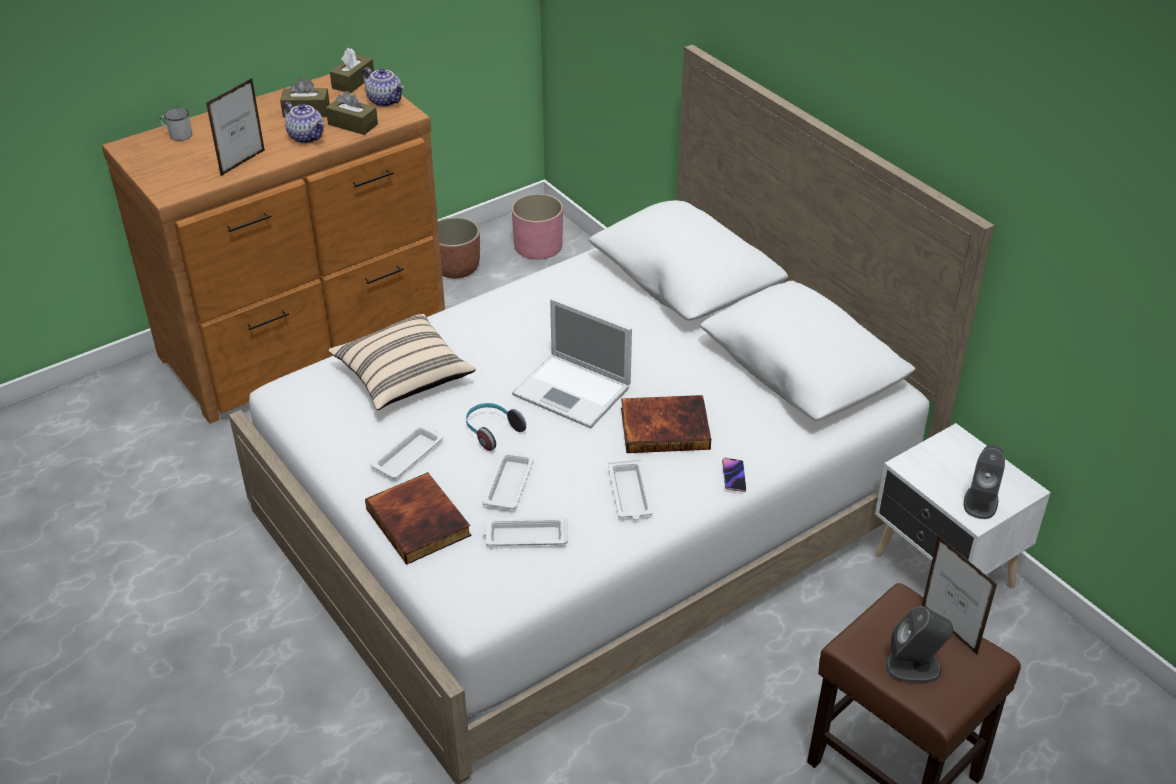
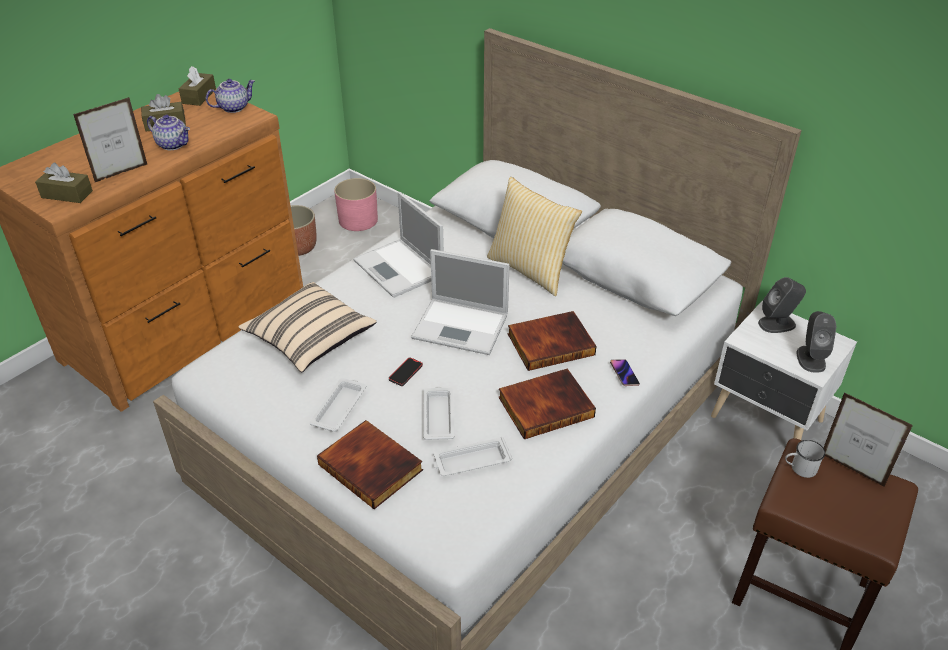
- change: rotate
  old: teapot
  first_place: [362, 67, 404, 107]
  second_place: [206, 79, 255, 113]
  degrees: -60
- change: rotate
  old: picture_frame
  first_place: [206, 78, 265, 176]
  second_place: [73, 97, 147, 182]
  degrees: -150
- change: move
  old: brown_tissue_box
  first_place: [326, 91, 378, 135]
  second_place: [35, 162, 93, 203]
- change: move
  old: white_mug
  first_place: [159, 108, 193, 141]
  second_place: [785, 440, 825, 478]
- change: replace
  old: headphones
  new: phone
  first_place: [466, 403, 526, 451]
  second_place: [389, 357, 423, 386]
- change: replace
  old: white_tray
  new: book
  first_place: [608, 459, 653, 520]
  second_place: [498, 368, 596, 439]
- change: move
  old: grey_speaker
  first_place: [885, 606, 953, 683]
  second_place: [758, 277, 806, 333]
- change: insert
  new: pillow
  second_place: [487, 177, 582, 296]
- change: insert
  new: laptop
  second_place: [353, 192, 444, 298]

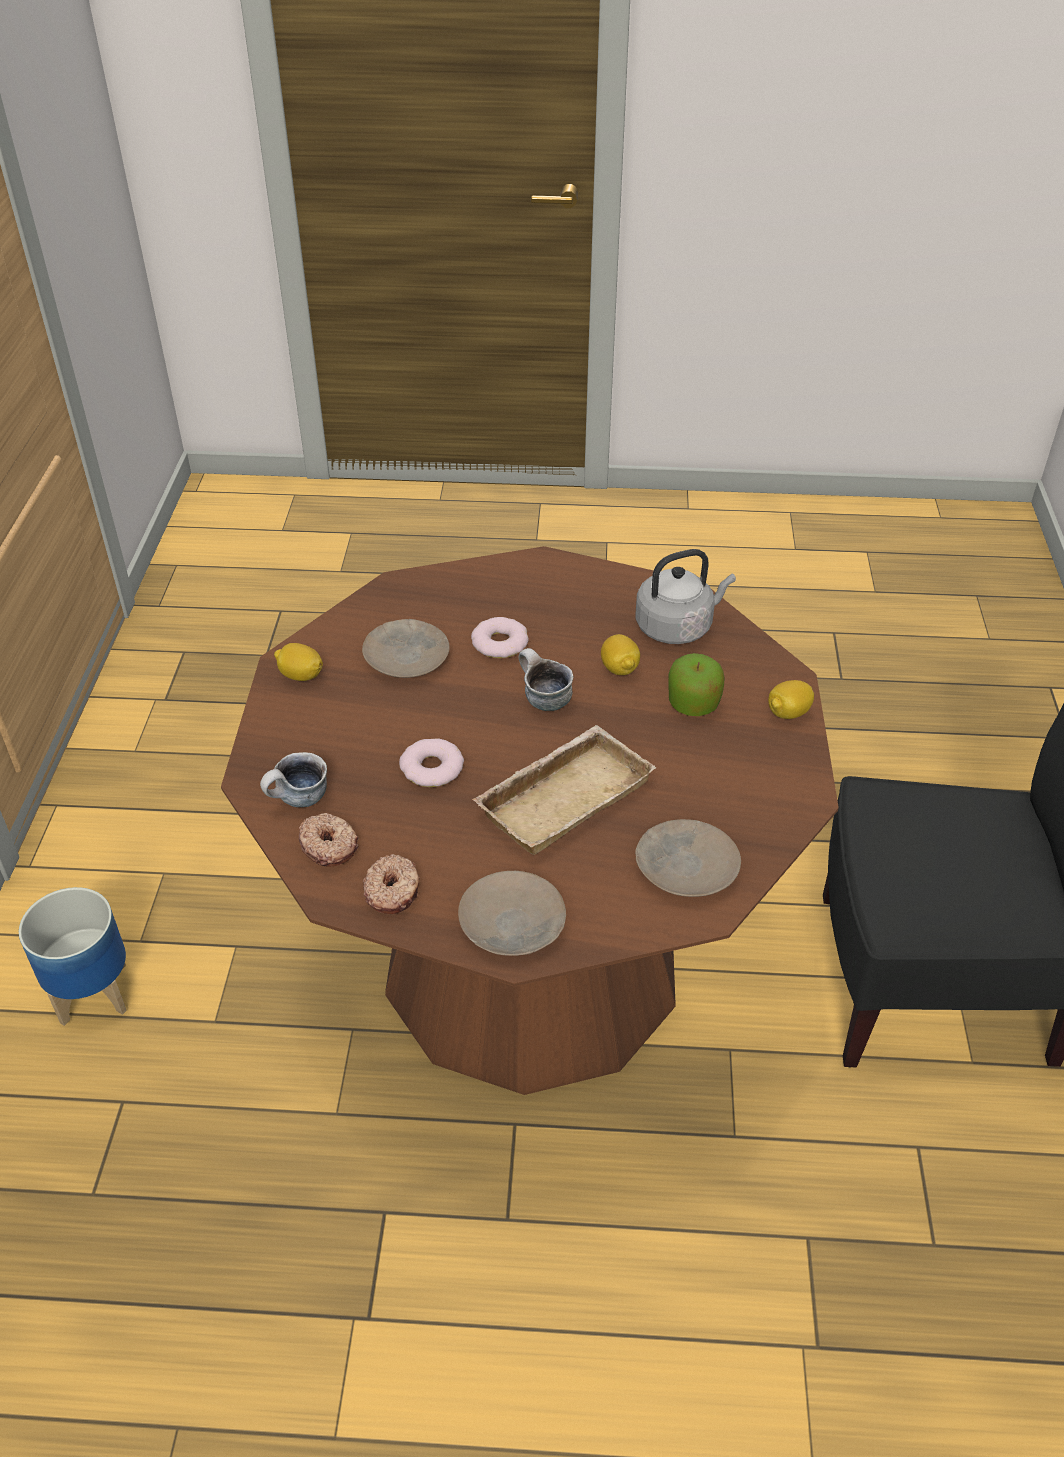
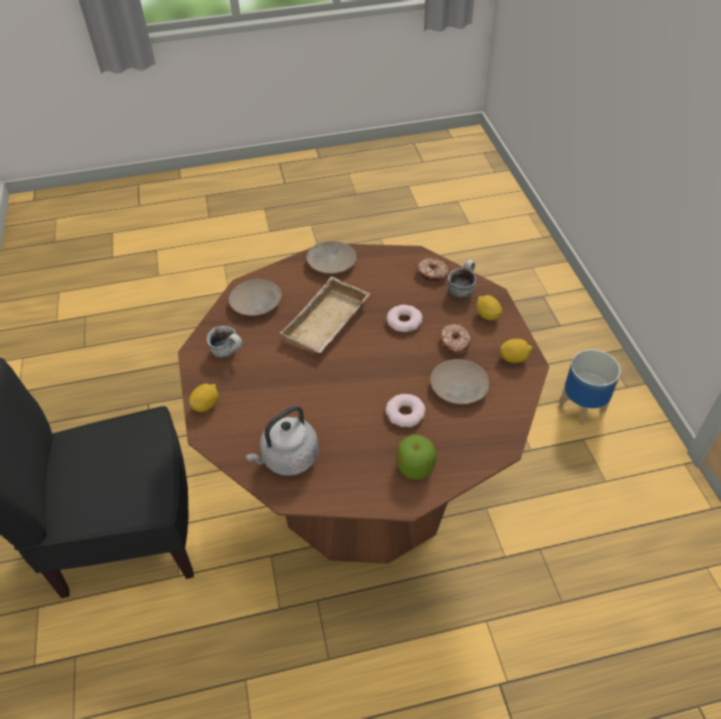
- change: move
  old: lemon
  first_place: [601, 634, 640, 675]
  second_place: [476, 295, 502, 320]
- change: move
  old: mug
  first_place: [519, 648, 573, 711]
  second_place: [207, 326, 243, 358]
- change: move
  old: apple
  first_place: [668, 653, 724, 716]
  second_place: [396, 434, 436, 479]
- change: move
  old: donut
  first_place: [363, 854, 420, 914]
  second_place: [441, 324, 471, 354]

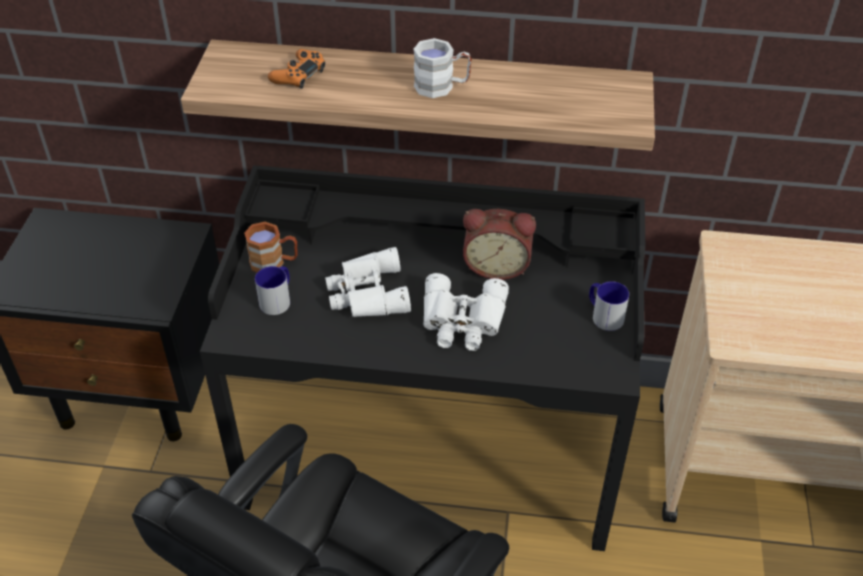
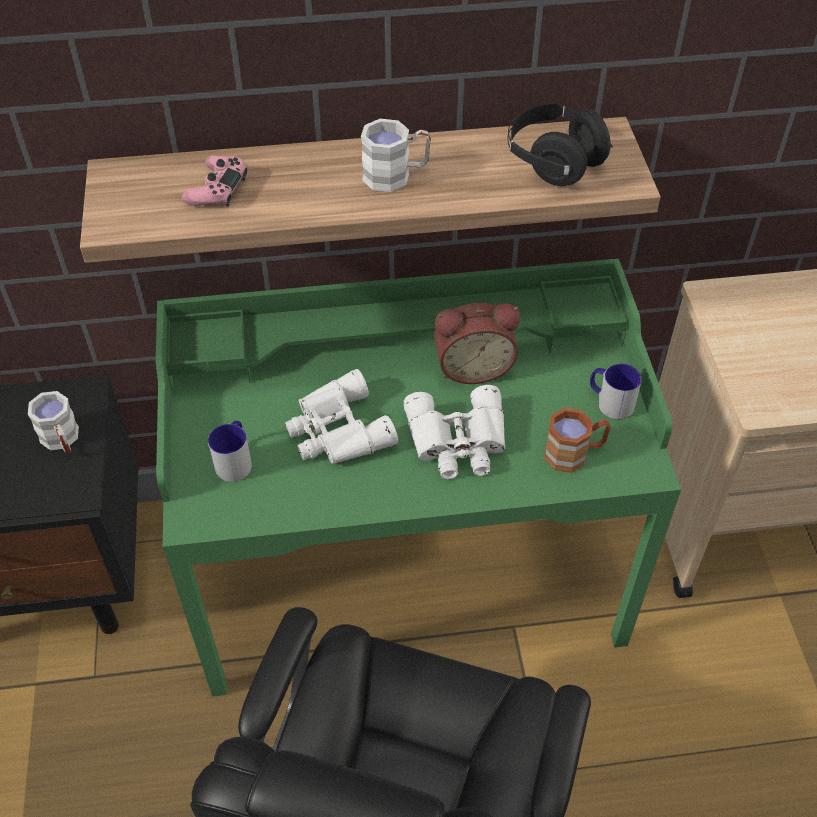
- change: recolor
  old: orange_game_controller
  new: pink_game_controller
  first_place: [268, 49, 325, 89]
  second_place: [182, 155, 247, 207]
- change: recolor
  old: black_desk
  new: green_desk
  first_place: [200, 166, 645, 551]
  second_place: [156, 259, 681, 697]
- change: move
  old: brown_mug
  first_place: [244, 222, 298, 272]
  second_place: [544, 408, 611, 473]
- change: insert
  new: black_headphones
  second_place: [507, 103, 613, 186]
- change: insert
  new: white_mug
  second_place: [28, 391, 79, 454]

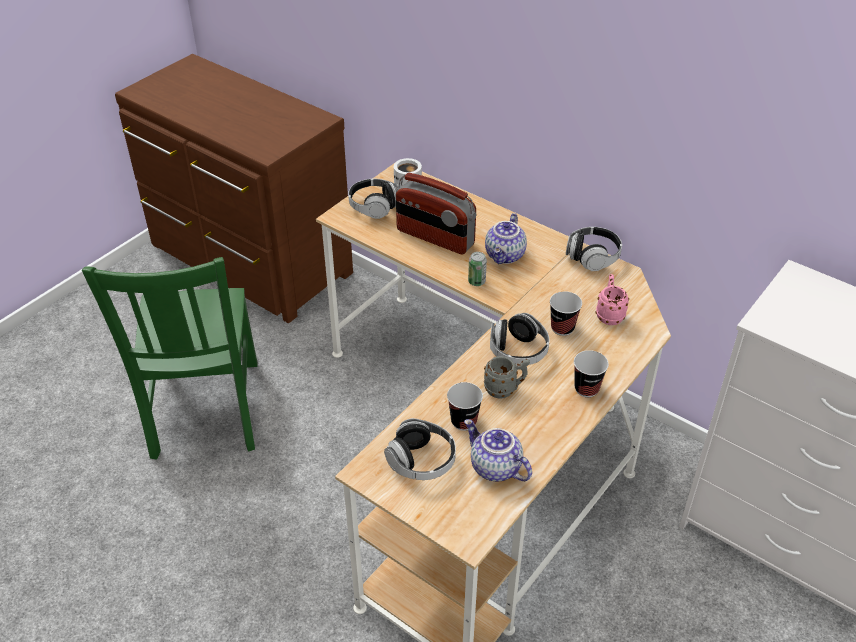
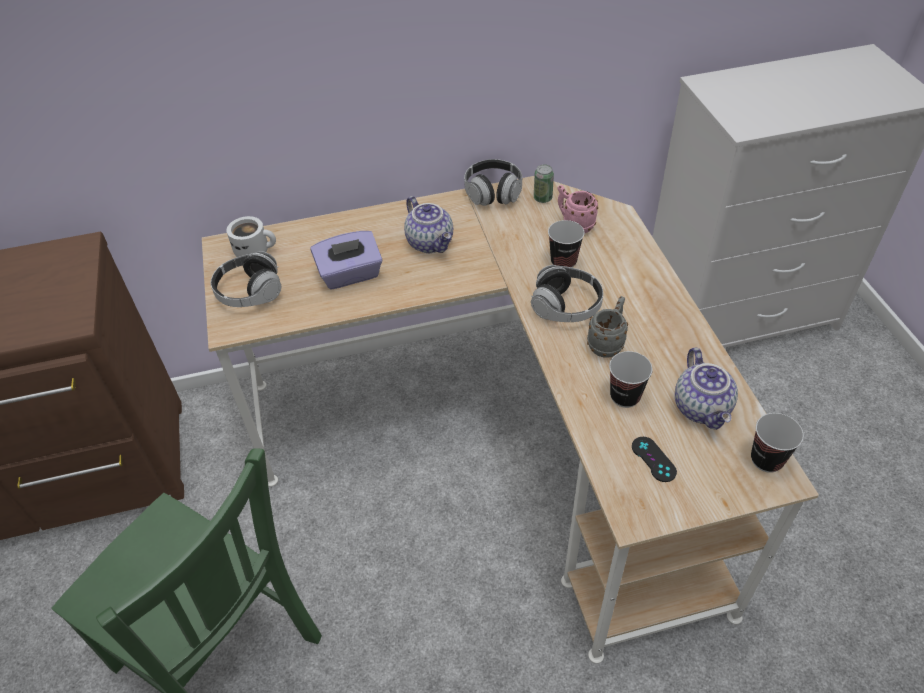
- change: replace
  old: radio
  new: purple_tissue_box
  first_place: [396, 173, 476, 254]
  second_place: [310, 231, 382, 290]
- change: move
  old: can
  first_place: [468, 252, 487, 286]
  second_place: [534, 164, 554, 203]
- change: move
  old: cup
  first_place: [574, 350, 609, 397]
  second_place: [751, 413, 804, 473]
- change: replace
  old: headphones
  new: black_game_controller
  first_place: [384, 418, 456, 480]
  second_place: [632, 437, 677, 482]
- change: rotate
  old: teapot
  first_place: [464, 419, 532, 482]
  second_place: [675, 348, 738, 430]
  degrees: -90

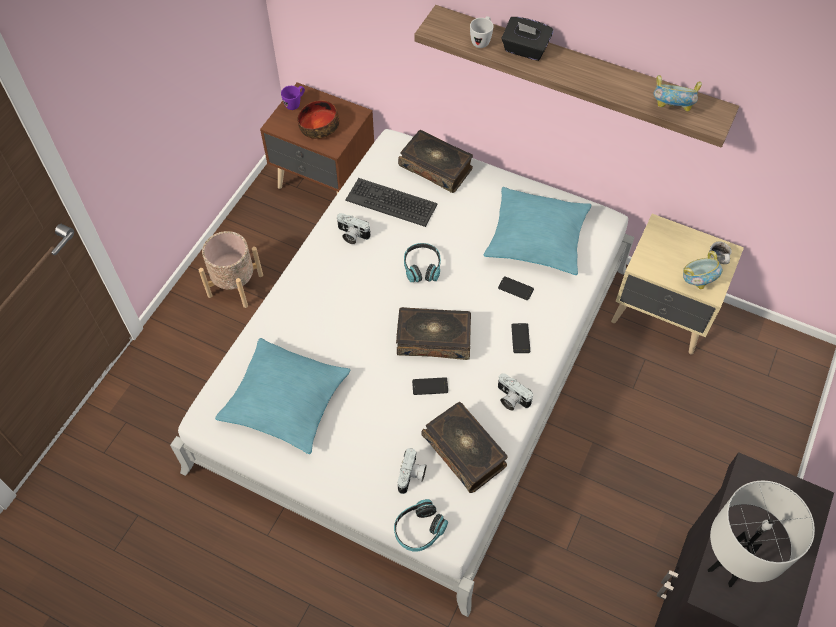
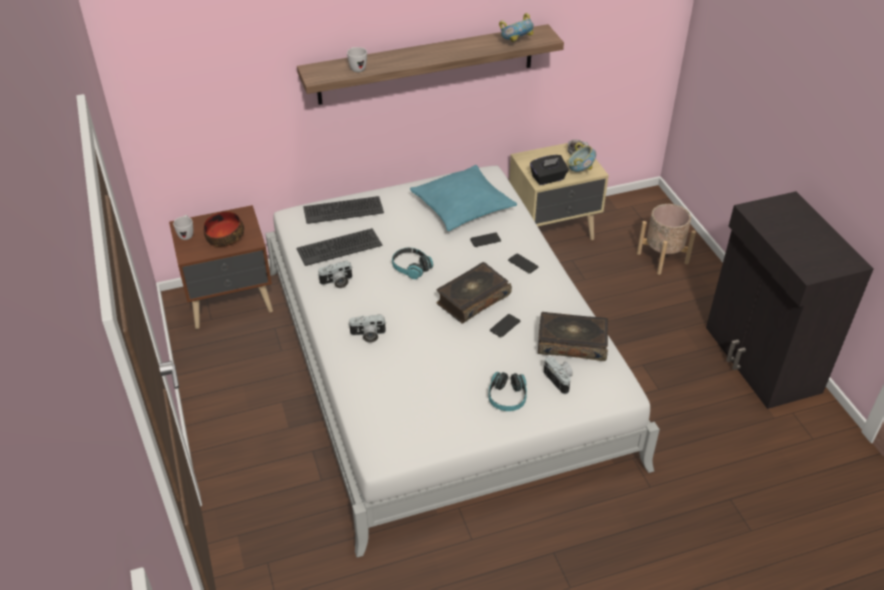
- change: move
  old: black_tissue_box
  first_place: [501, 17, 554, 61]
  second_place: [530, 155, 569, 185]
- change: recolor
  old: purple_mug
  new: white_mug
  first_place: [281, 86, 305, 110]
  second_place: [173, 215, 193, 240]
- change: replace
  old: book
  new: keyboard
  first_place: [398, 130, 473, 193]
  second_place: [303, 196, 384, 224]
- change: move
  old: beige_planter
  first_place: [199, 231, 263, 308]
  second_place: [637, 204, 696, 275]
- change: delete
  old: turquoise_pillow
  first_place: [215, 338, 350, 454]
- change: move
  old: photo_camera
  first_place: [498, 373, 533, 411]
  second_place: [349, 315, 387, 343]
- change: delete
  old: white_table_lamp
  first_place: [708, 481, 815, 587]
- change: move
  old: headphones
  first_place: [394, 499, 448, 551]
  second_place: [489, 372, 527, 411]

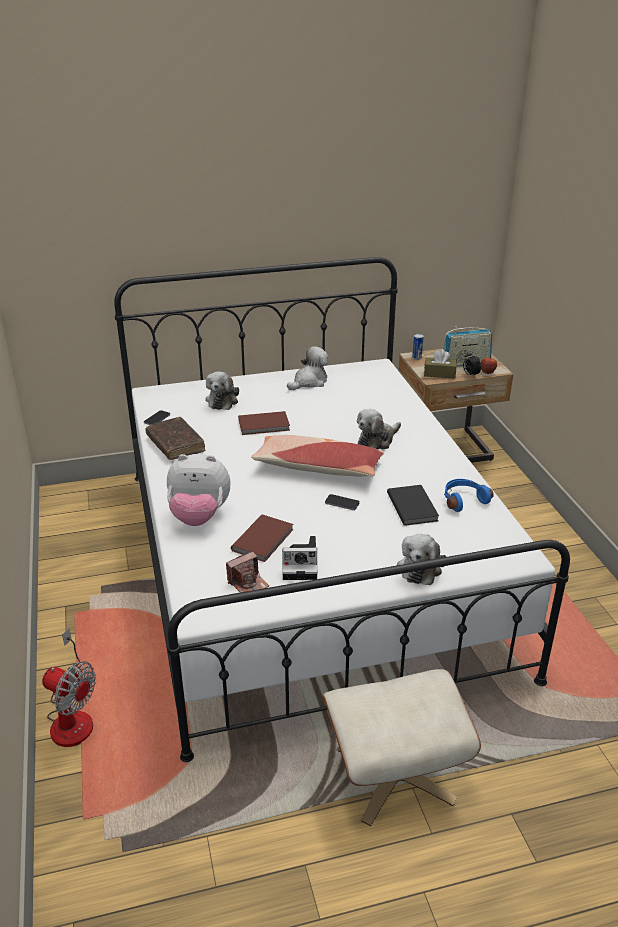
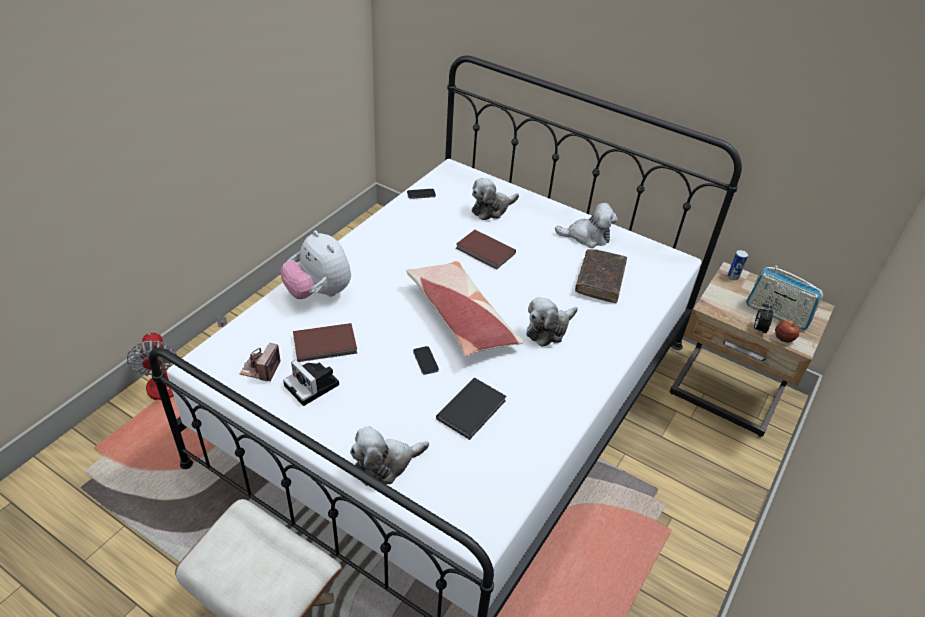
- change: delete
  old: brown_tissue_box
  first_place: [424, 349, 457, 379]
- change: rotate
  old: plush_toy
  first_place: [357, 409, 401, 450]
  second_place: [526, 297, 578, 347]
  degrees: -45
- change: move
  old: brown_book
  first_place: [145, 417, 205, 460]
  second_place: [575, 249, 627, 303]
- change: delete
  old: blue_headphones
  first_place: [444, 479, 494, 512]
- change: rotate
  old: photo_camera
  first_place: [226, 551, 269, 593]
  second_place: [240, 343, 281, 381]
  degrees: 90

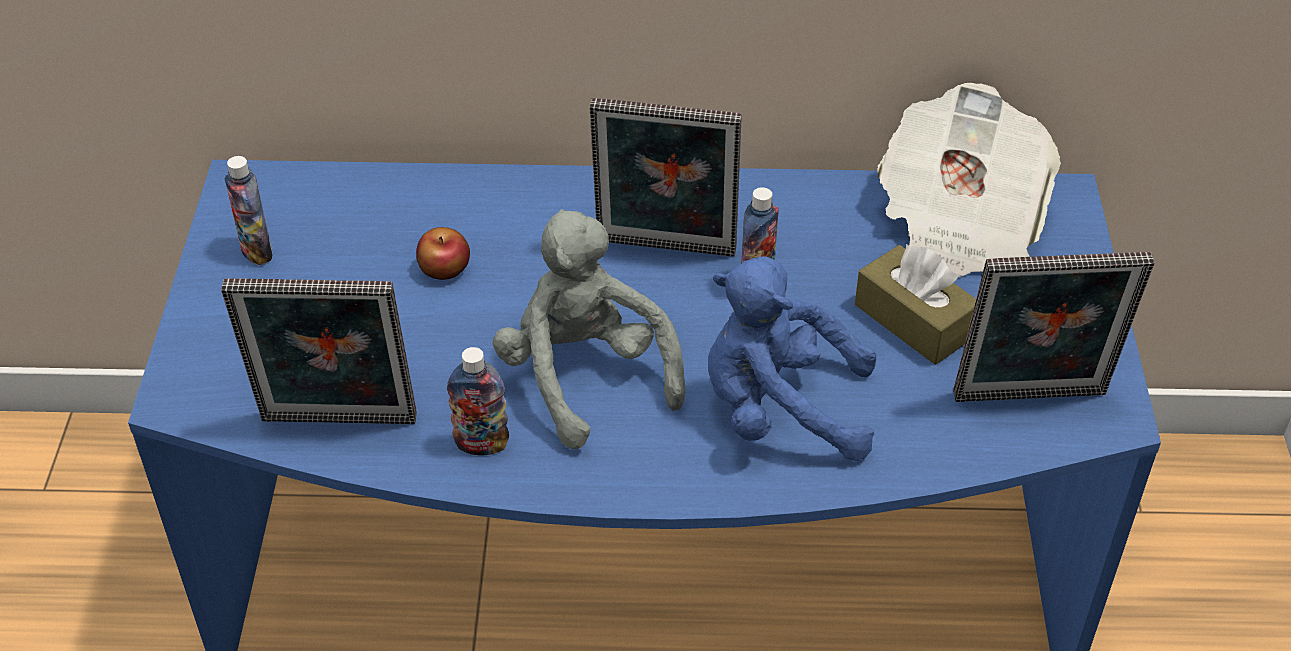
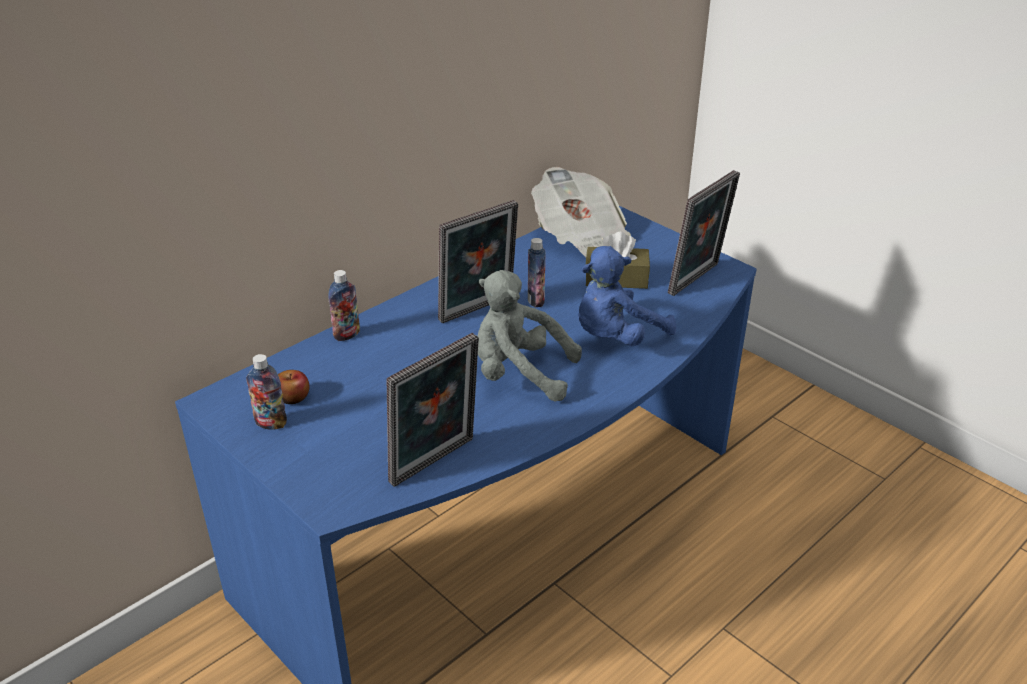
- change: move
  old: apple
  first_place: [416, 227, 470, 280]
  second_place: [278, 370, 310, 404]
- change: move
  old: bottle
  first_place: [447, 347, 509, 455]
  second_place: [328, 270, 360, 341]

